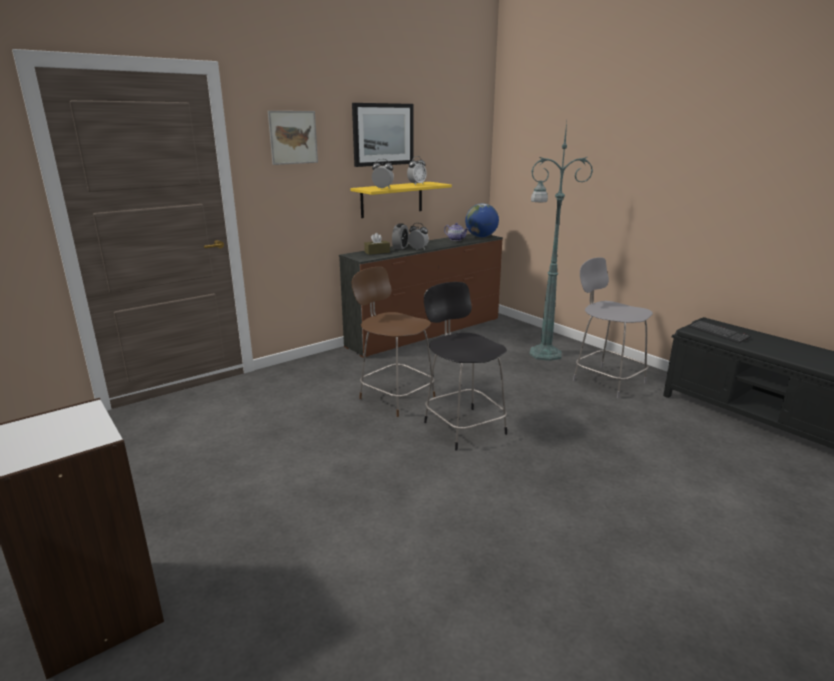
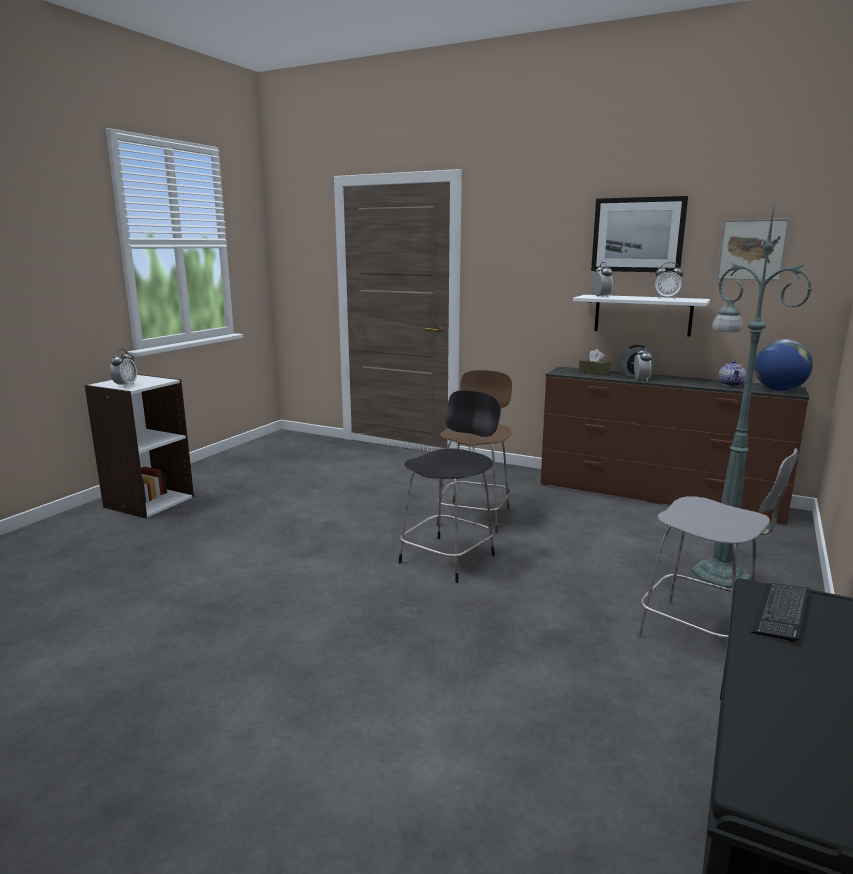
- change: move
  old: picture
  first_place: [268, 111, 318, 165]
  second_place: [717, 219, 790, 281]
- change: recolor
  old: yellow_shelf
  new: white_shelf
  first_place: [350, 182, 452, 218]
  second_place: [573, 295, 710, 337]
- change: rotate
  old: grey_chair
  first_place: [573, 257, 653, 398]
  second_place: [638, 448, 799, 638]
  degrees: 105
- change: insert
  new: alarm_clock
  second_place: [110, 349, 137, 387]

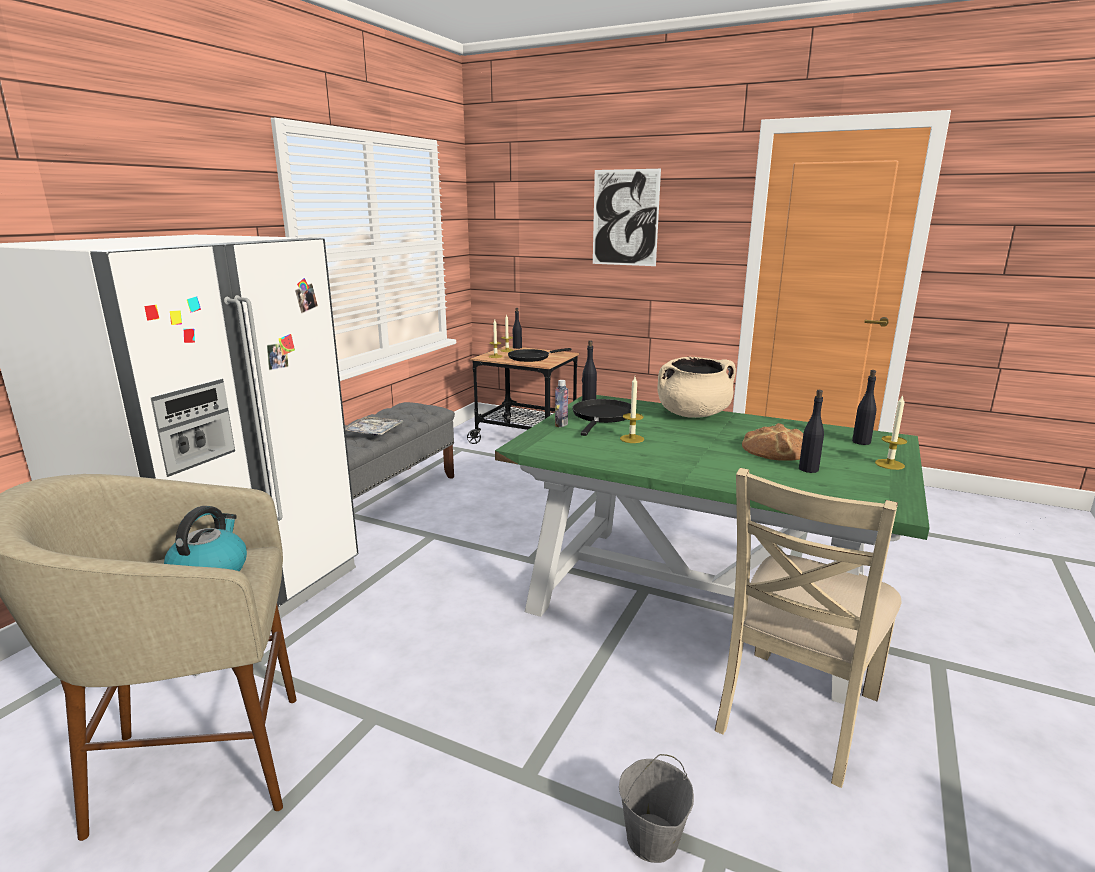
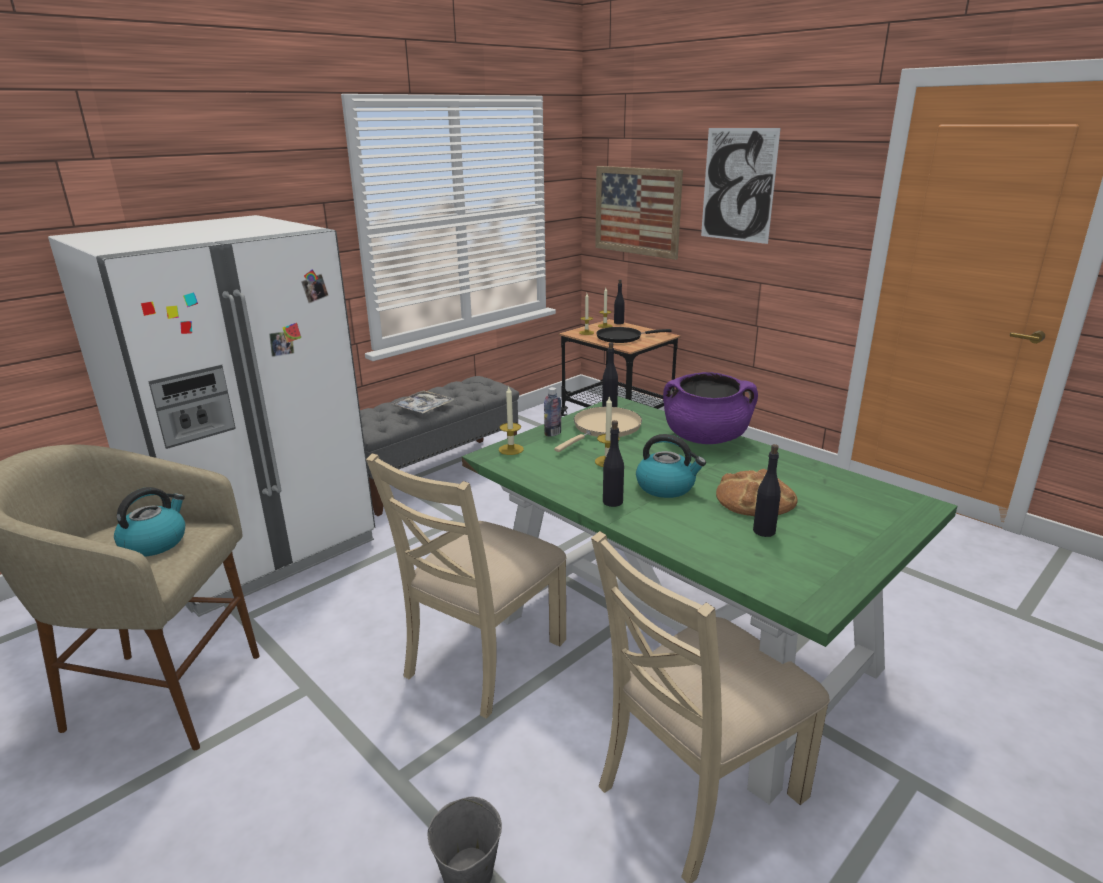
- change: recolor
  old: beige_cooking_pot
  new: purple_cooking_pot
  first_place: [657, 357, 736, 418]
  second_place: [663, 372, 758, 444]
- change: move
  old: black_bottle
  first_place: [852, 370, 876, 445]
  second_place: [603, 420, 624, 507]
- change: move
  old: candle
  first_place: [875, 395, 907, 470]
  second_place: [499, 387, 524, 455]
- change: recolor
  old: black_frying_pan
  new: beige_frying_pan
  first_place: [572, 399, 631, 436]
  second_place: [554, 407, 642, 452]
- change: insert
  new: picture
  second_place: [595, 166, 683, 260]
- change: insert
  new: kettle
  second_place: [636, 434, 706, 498]
- change: insert
  new: beige_chair
  second_place: [366, 453, 567, 719]

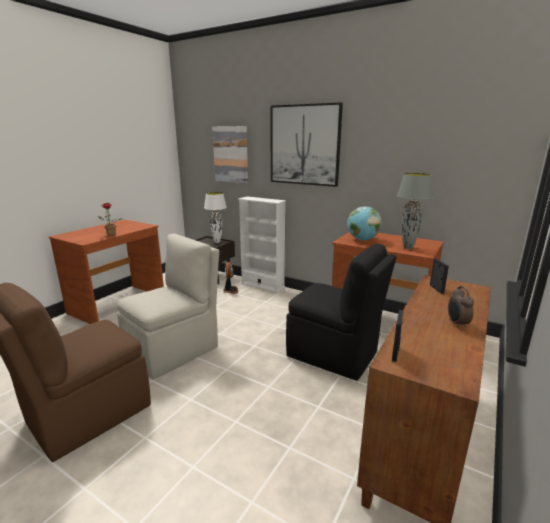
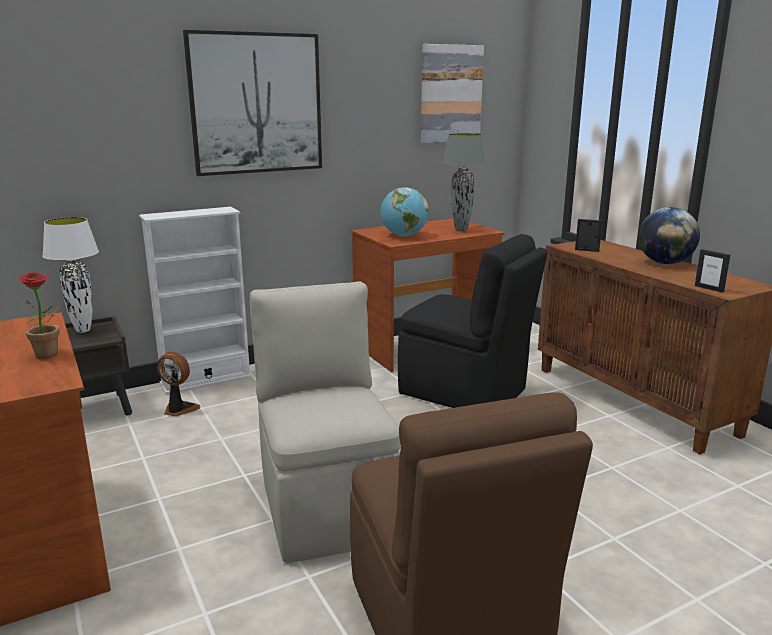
- change: move
  old: picture
  first_place: [212, 126, 248, 183]
  second_place: [421, 44, 484, 143]
- change: rotate
  old: black_chair
  first_place: [286, 244, 397, 381]
  second_place: [398, 234, 548, 408]
  degrees: 60
- change: replace
  old: alarm_clock
  new: globe
  first_place: [448, 286, 474, 328]
  second_place: [639, 207, 700, 264]

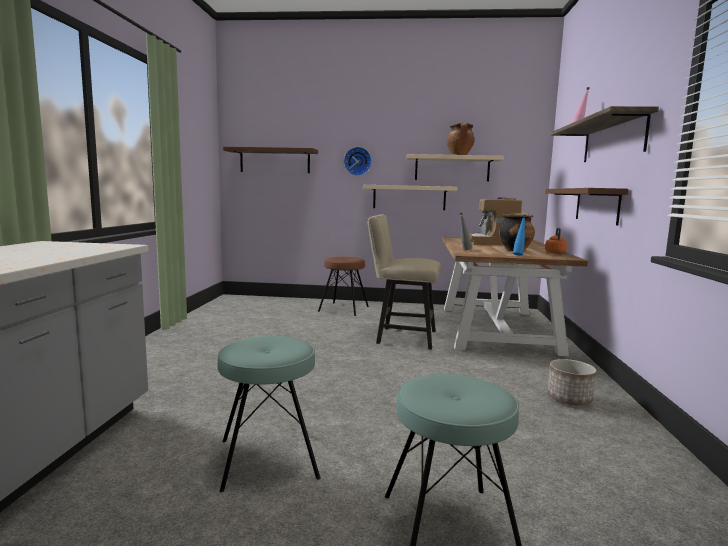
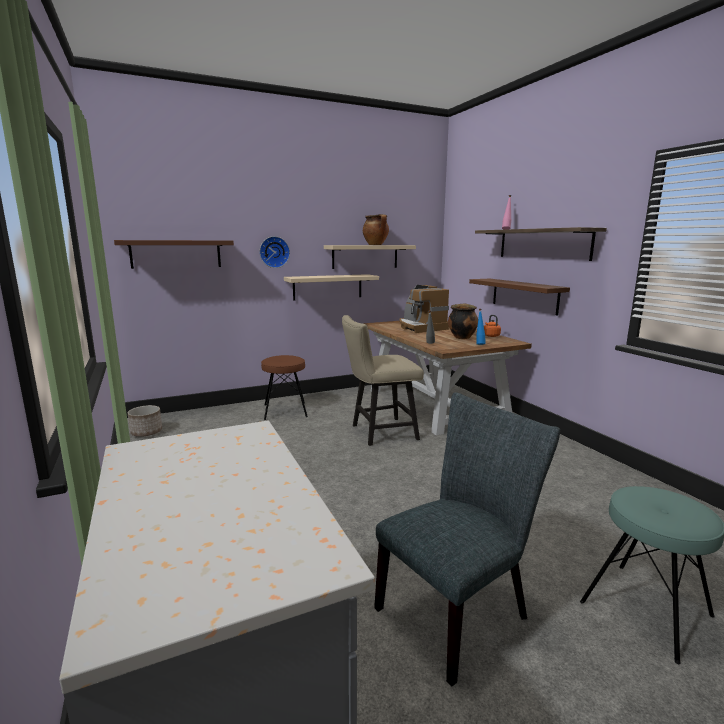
- change: replace
  old: turquoise_stool
  new: grey_chair
  first_place: [218, 336, 321, 492]
  second_place: [374, 392, 560, 687]
- change: move
  old: planter
  first_place: [547, 359, 597, 406]
  second_place: [128, 405, 162, 437]

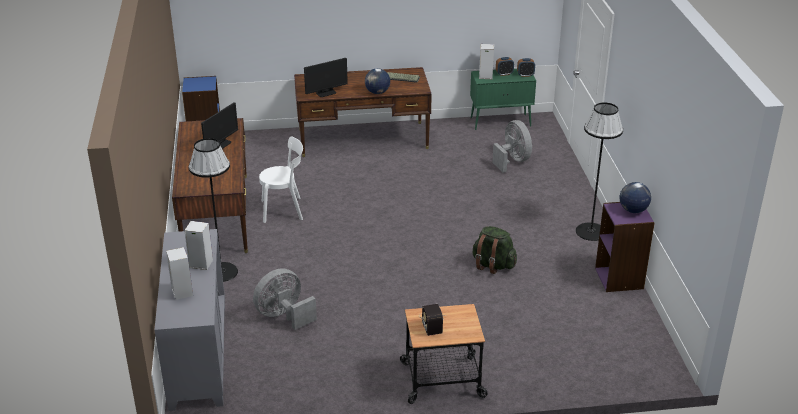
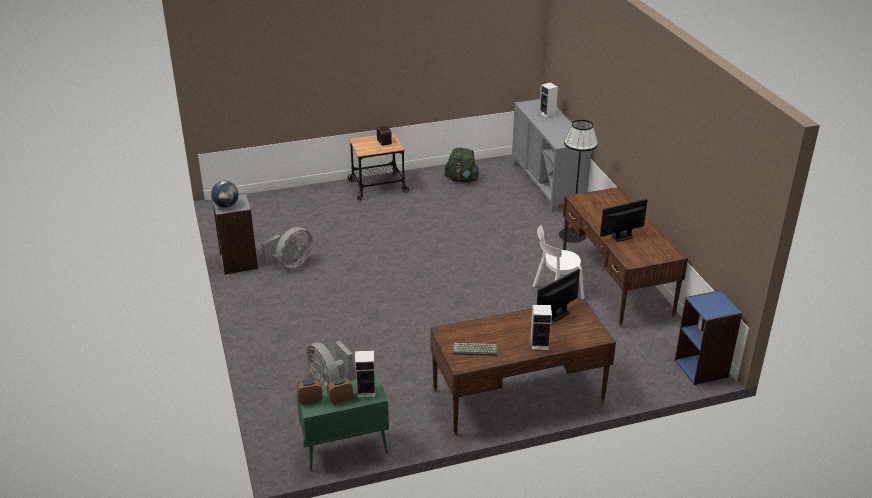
- change: delete
  old: globe
  first_place: [365, 68, 390, 94]
- change: rotate
  old: monitor
  first_place: [201, 102, 238, 149]
  second_place: [600, 199, 647, 242]
  degrees: 45
- change: delete
  old: black_floor_lamp
  first_place: [576, 102, 623, 241]
- change: recolor
  old: purple_bookcase
  new: grey_bookcase
  first_place: [595, 202, 655, 292]
  second_place: [212, 193, 258, 275]
- change: move
  old: speaker
  first_place: [184, 221, 213, 270]
  second_place: [530, 305, 552, 350]
- change: move
  old: green_backpack
  first_place: [473, 226, 517, 274]
  second_place: [444, 148, 480, 183]
- change: move
  old: grey_fan
  first_place: [253, 268, 317, 330]
  second_place: [261, 227, 313, 268]

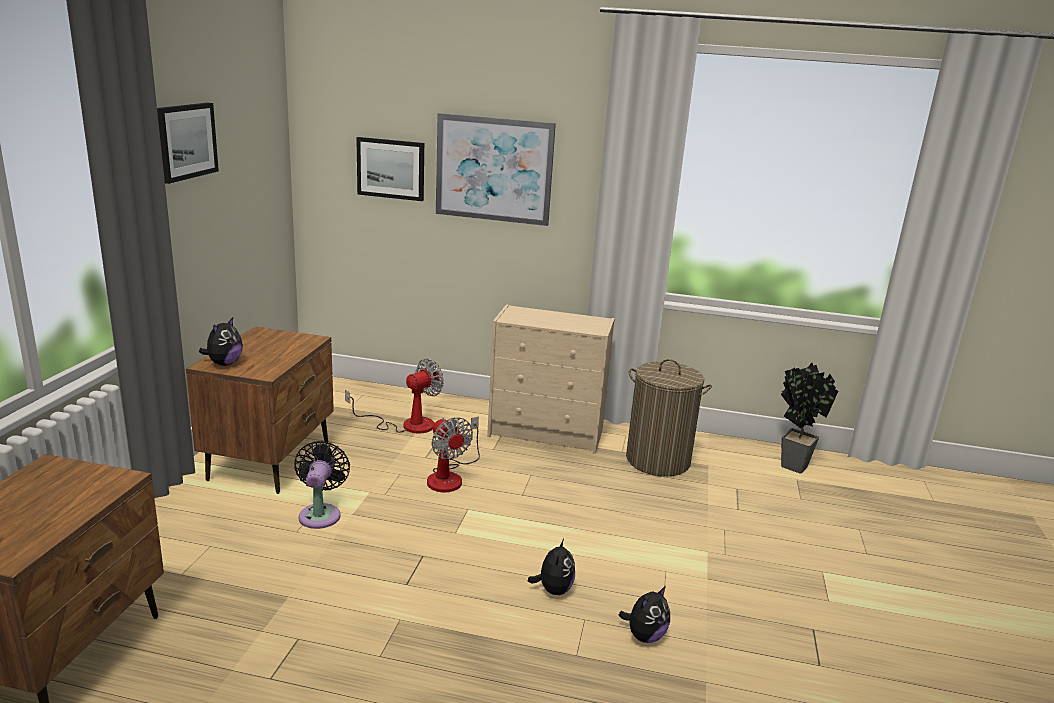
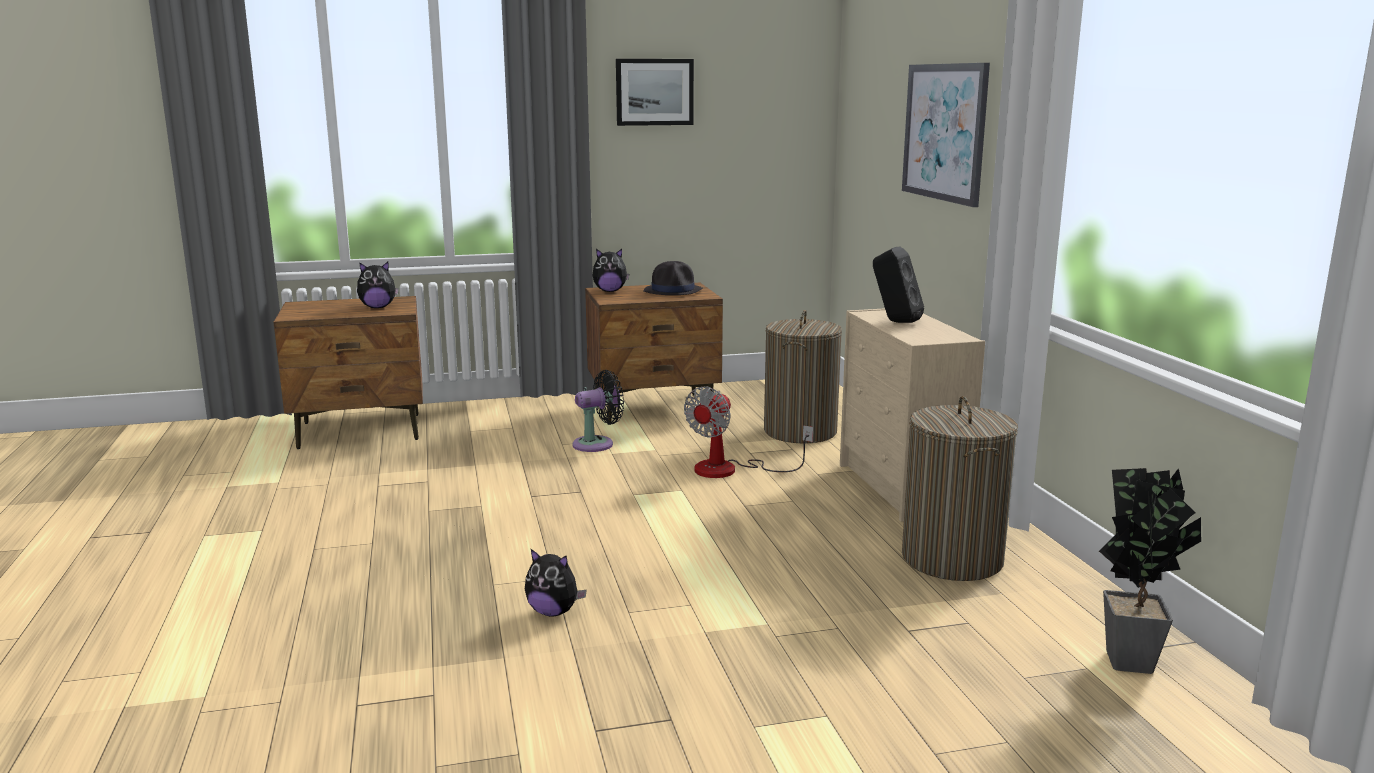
- change: delete
  old: picture
  first_place: [356, 137, 424, 201]
- change: replace
  old: fan
  new: laundry_basket
  first_place: [345, 358, 444, 434]
  second_place: [764, 310, 842, 443]
- change: move
  old: plush_toy
  first_place: [528, 539, 575, 595]
  second_place: [357, 262, 399, 308]
- change: insert
  new: black_speaker
  second_place: [873, 247, 924, 323]
- change: insert
  new: black_hat
  second_place: [643, 261, 703, 295]

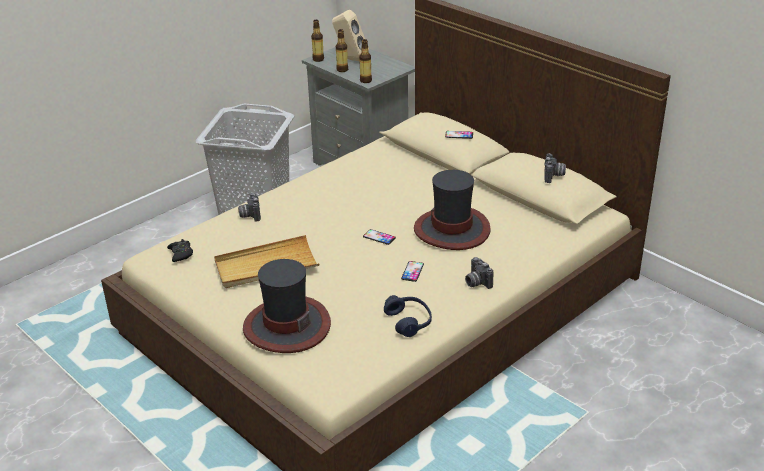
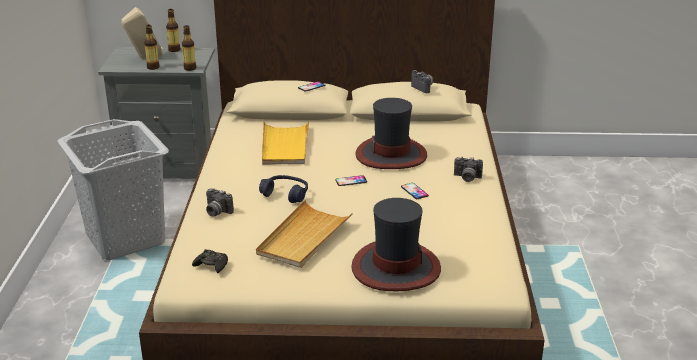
- change: move
  old: bottle
  first_place: [311, 20, 324, 62]
  second_place: [166, 9, 180, 52]
- change: move
  old: blue_headphones
  first_place: [384, 295, 432, 337]
  second_place: [259, 175, 308, 203]
- change: insert
  new: yellow_tray
  second_place: [262, 121, 309, 165]

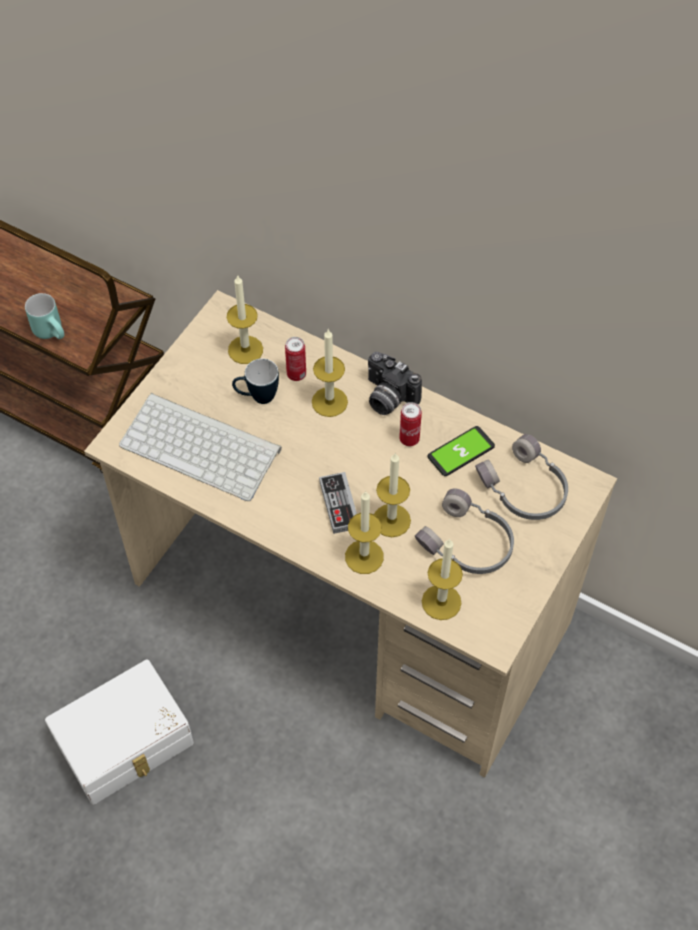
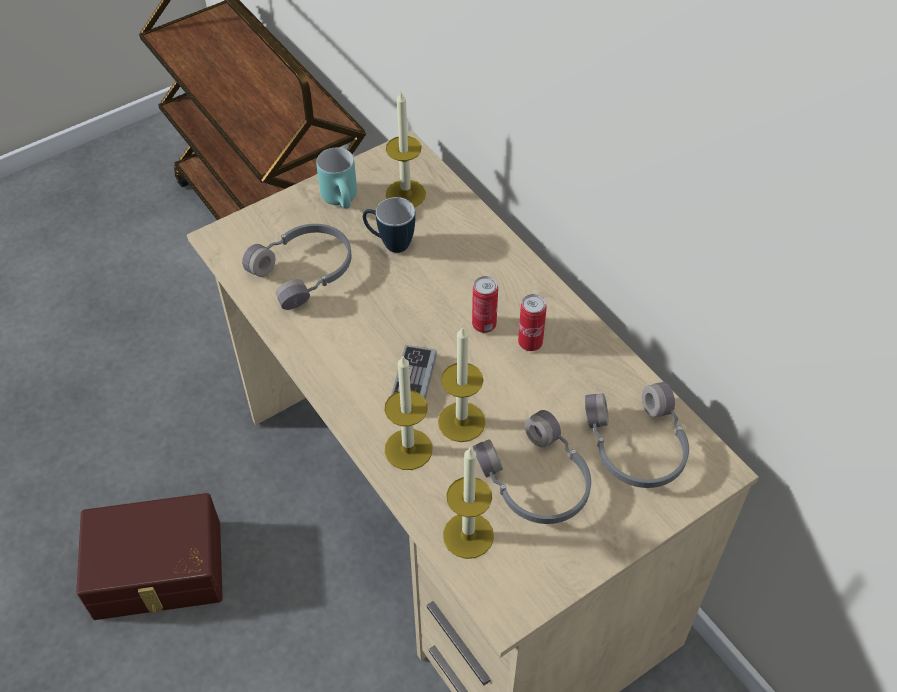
- change: move
  old: turquoise_mug
  first_place: [25, 293, 64, 339]
  second_place: [316, 148, 357, 209]
- change: delete
  old: candle
  first_place: [312, 330, 348, 417]
- change: move
  old: can
  first_place: [285, 337, 306, 381]
  second_place: [472, 276, 498, 333]
- change: delete
  old: photo_camera
  first_place: [368, 352, 422, 415]
- change: replace
  old: keyboard
  new: grey_headphones
  first_place: [119, 393, 282, 501]
  second_place: [242, 224, 351, 310]
- change: delete
  old: phone
  first_place: [428, 426, 495, 476]
- change: recolor
  old: white_storage_box
  new: brown_storage_box
  first_place: [45, 659, 194, 805]
  second_place: [76, 493, 223, 620]

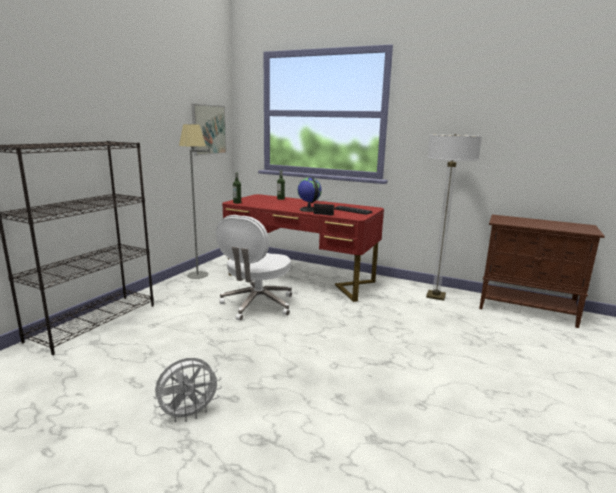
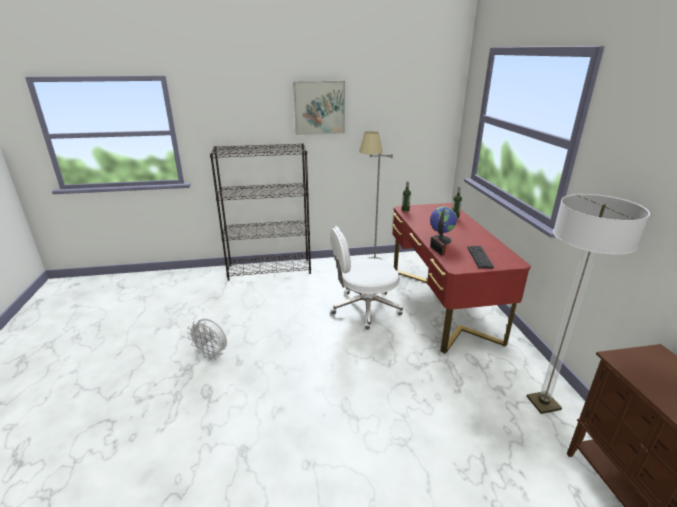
- change: move
  old: picture
  first_place: [192, 104, 227, 156]
  second_place: [293, 81, 345, 135]

